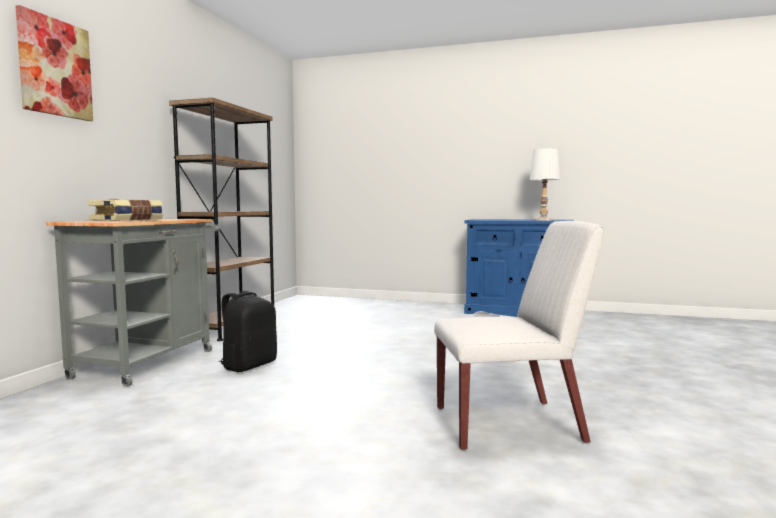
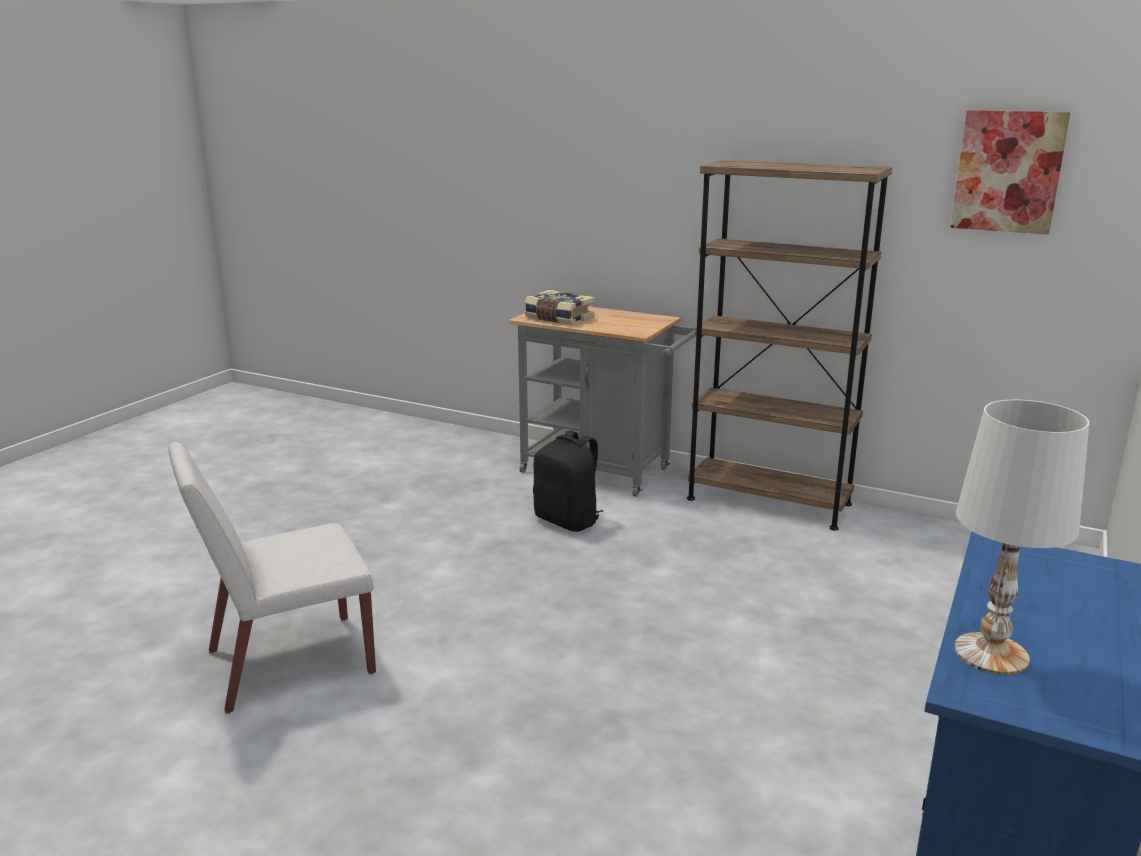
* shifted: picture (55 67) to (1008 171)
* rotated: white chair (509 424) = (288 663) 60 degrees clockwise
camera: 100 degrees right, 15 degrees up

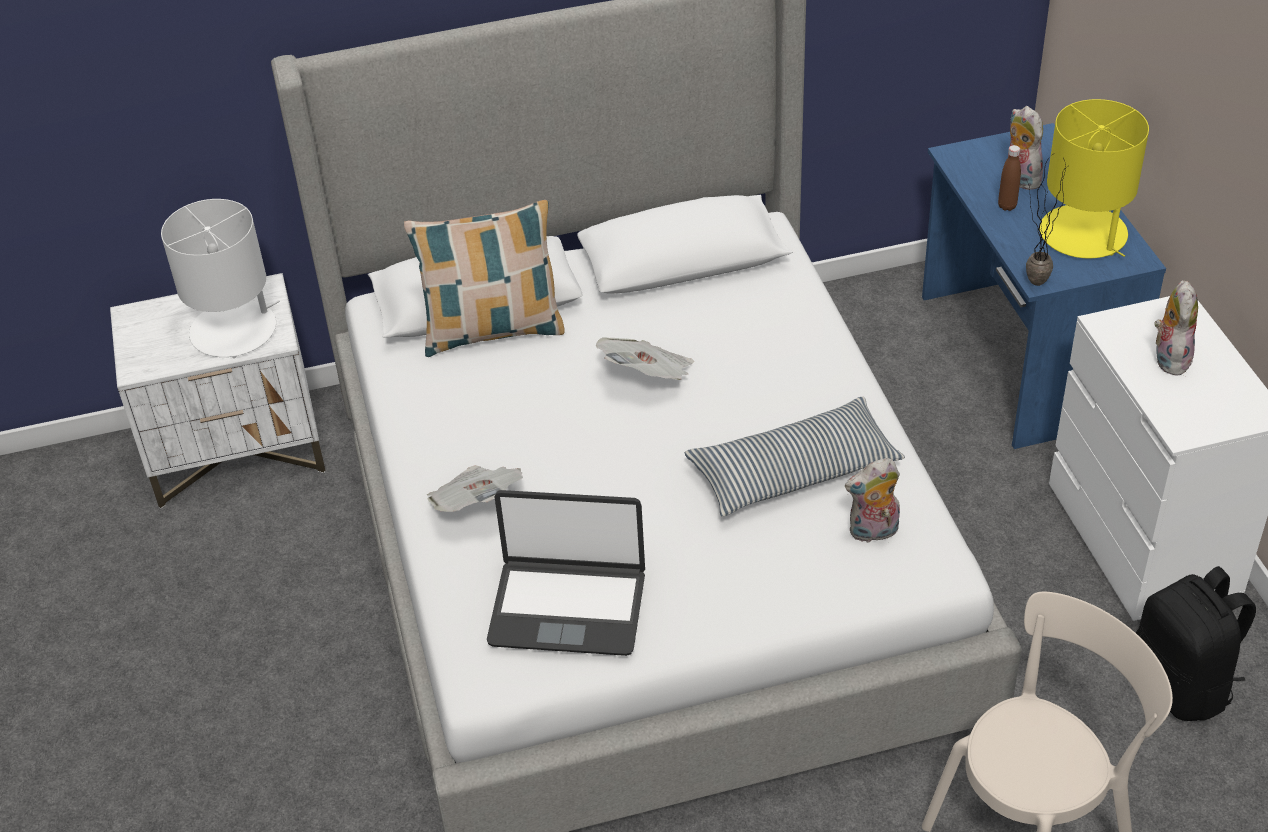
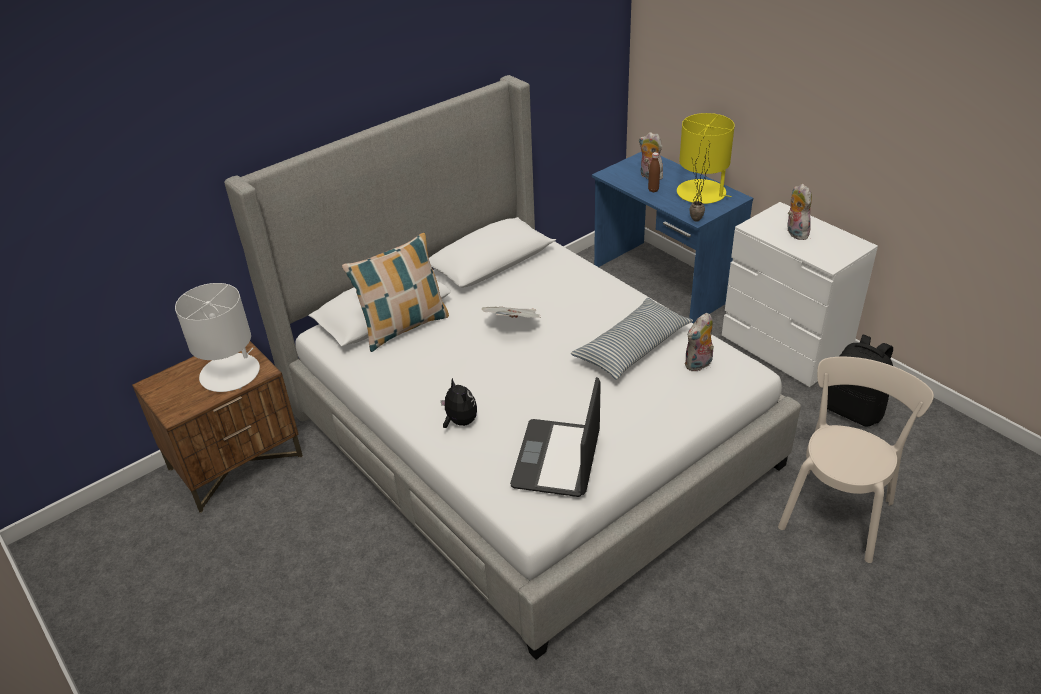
* repainted: white bedside table (238 451) to brown-coloured bedside table (236 462)
* swapped: printed paper (477 504) to cuddly toy (459 421)
* rotated: laptop (568 607) = (557 459) 120 degrees clockwise
camera: 25 degrees left, 5 degrees down

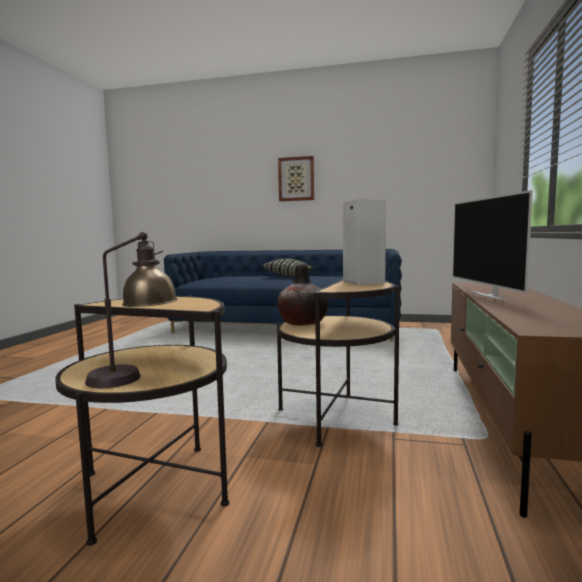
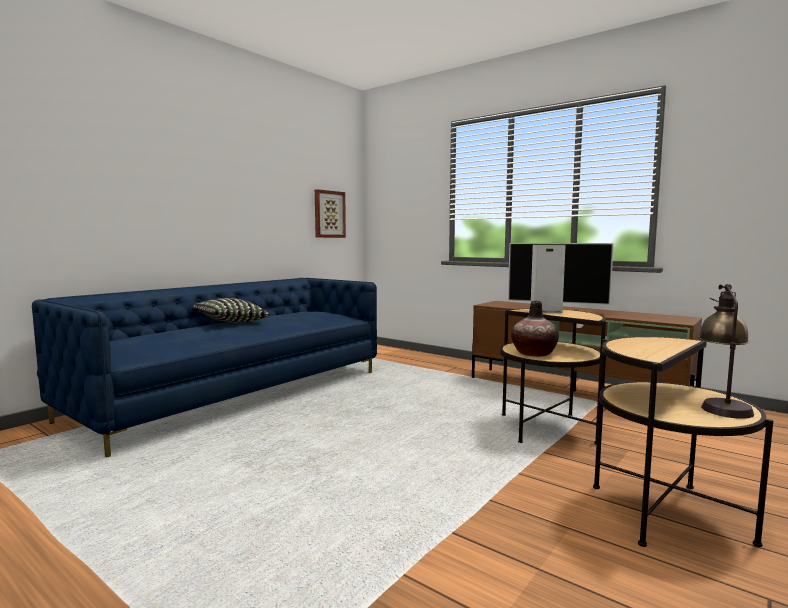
* shifted: picture (296 179) to (329 214)
camera: 65 degrees left, 0 degrees up

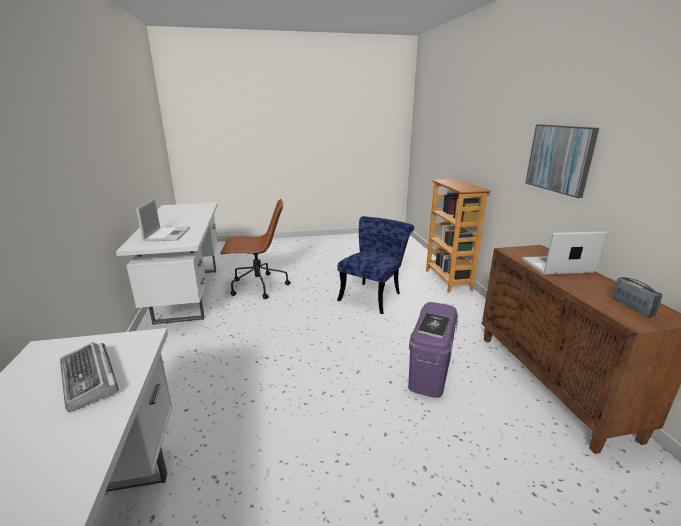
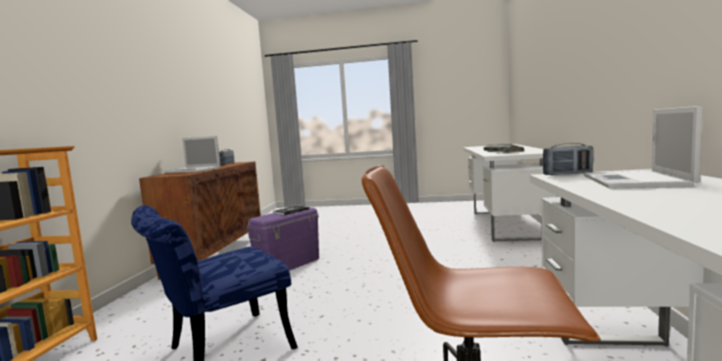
* gone: picture (560 158)
* new: radio receiver (567 174)
camera: 160 degrees left, 15 degrees down

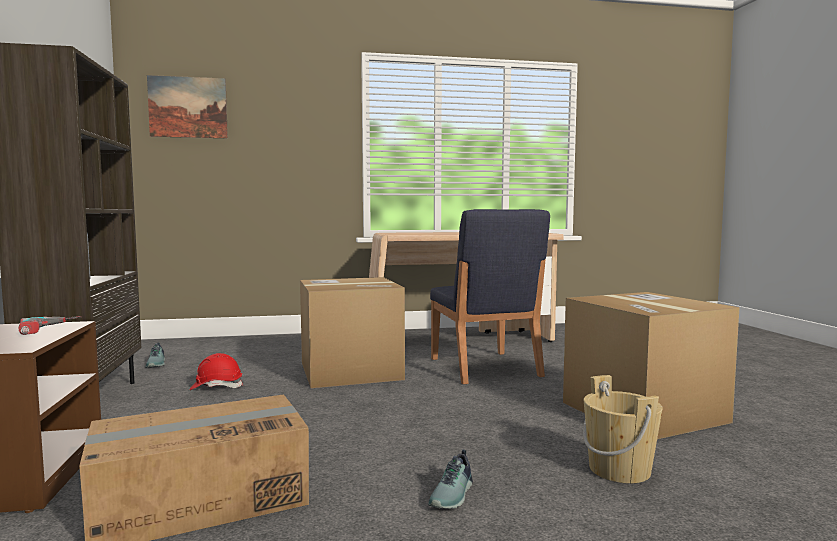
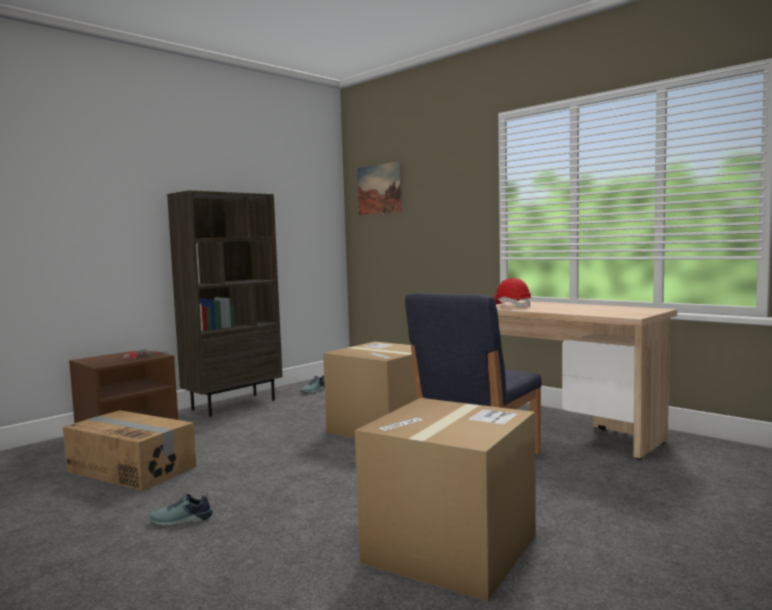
* shifted: red safety helmet (216 387) to (511 306)
* gone: sand-coloured bucket (619 469)
camera: 55 degrees right, 0 degrees up

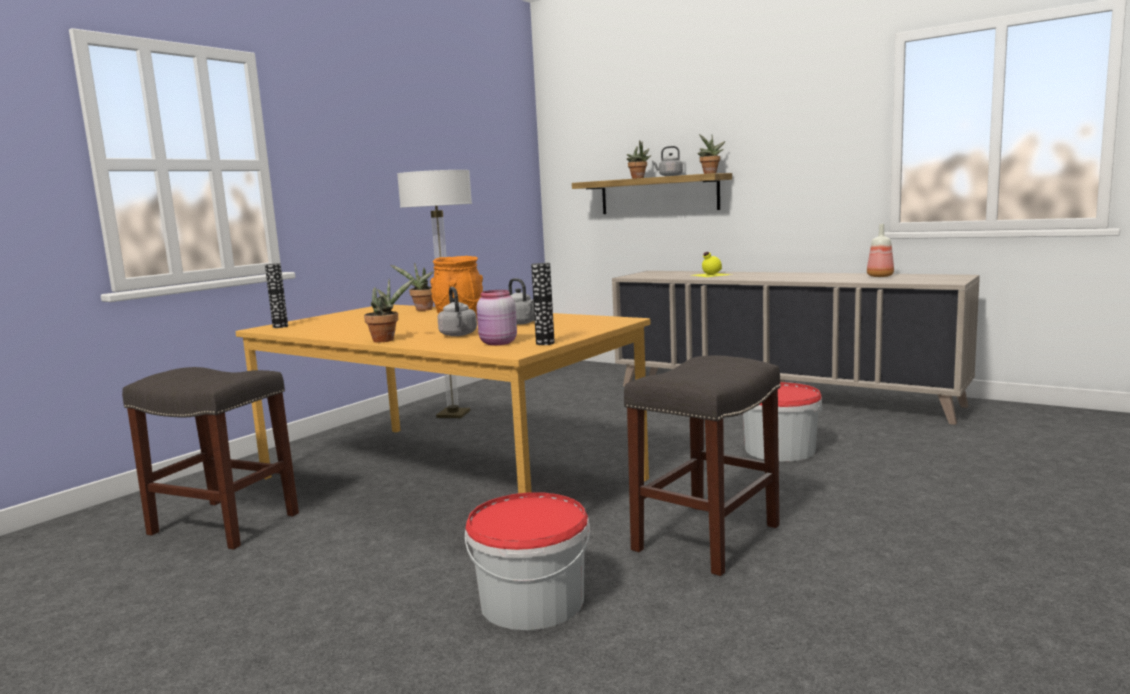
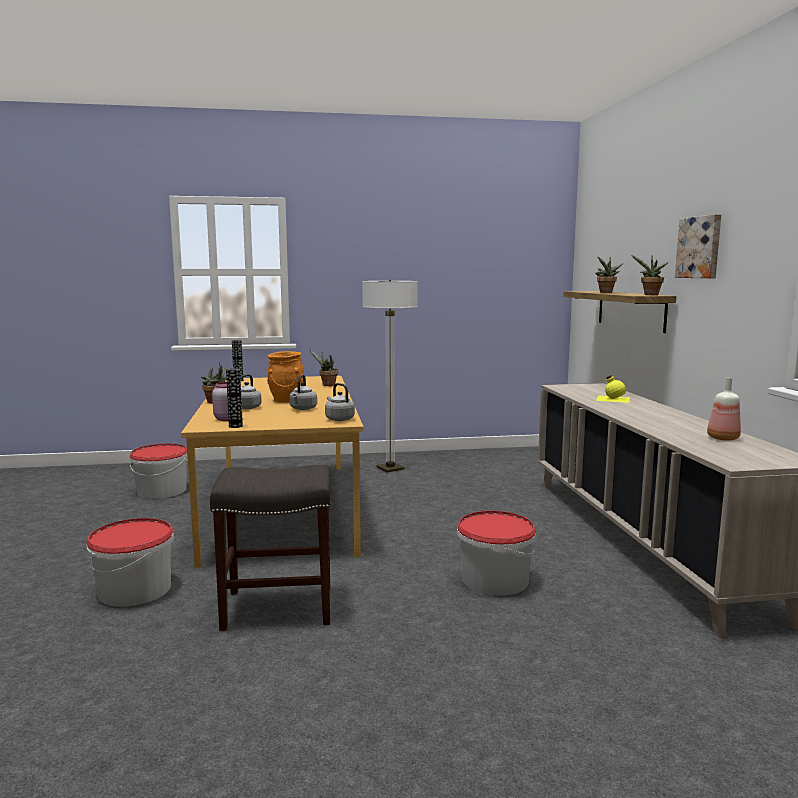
* shifted: greyish water kettle (669 176) to (338 419)
* swapped: greyish stool seat (222 524) to bucket (161 490)
* new: picture (700 247)
camera: 45 degrees right, 0 degrees up

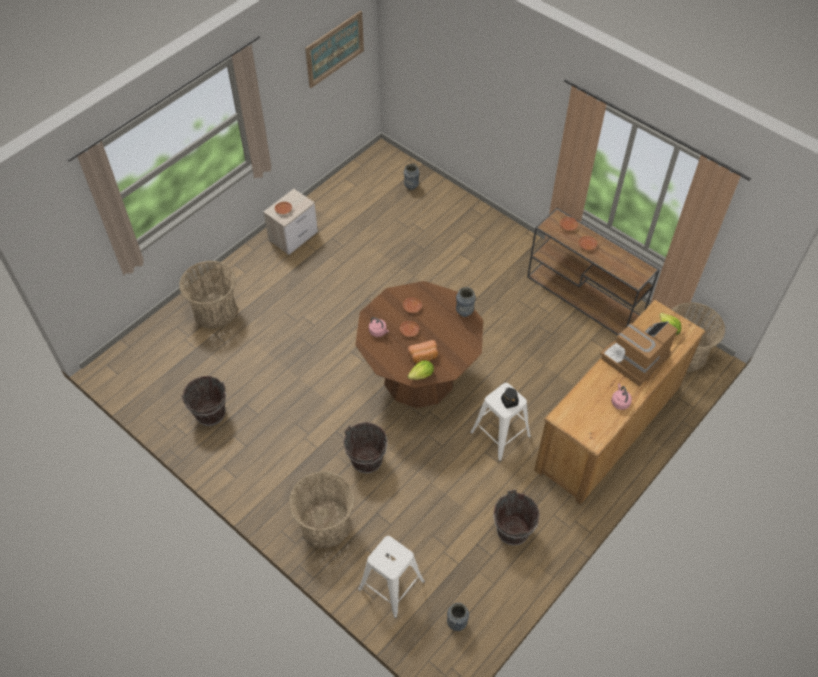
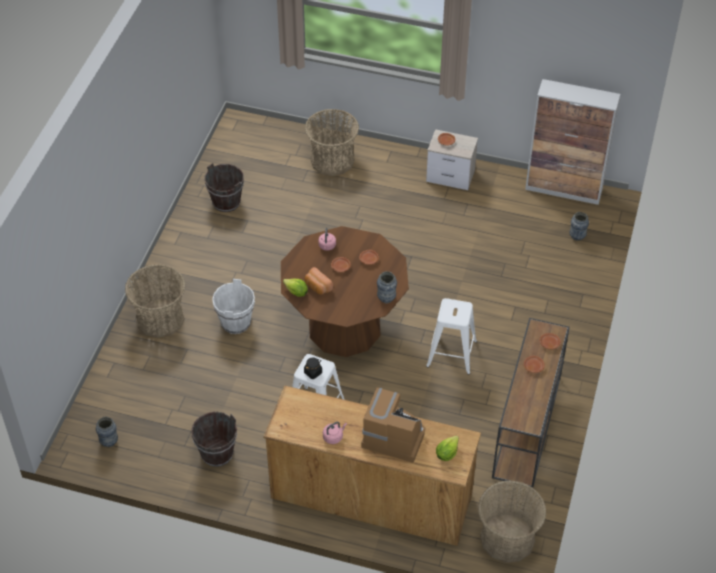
* gone: picture (334 49)
* repainted: brown-coloured bucket (367 460) to white bucket (236 323)
* shifted: white stool seat (392 585) to (452 354)
* new: storage cabinet (564 189)
camera: 65 degrees right, 5 degrees down

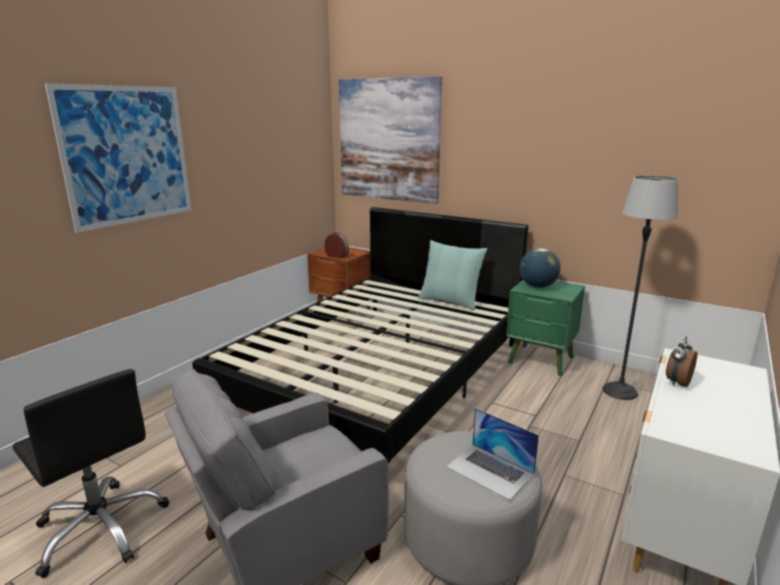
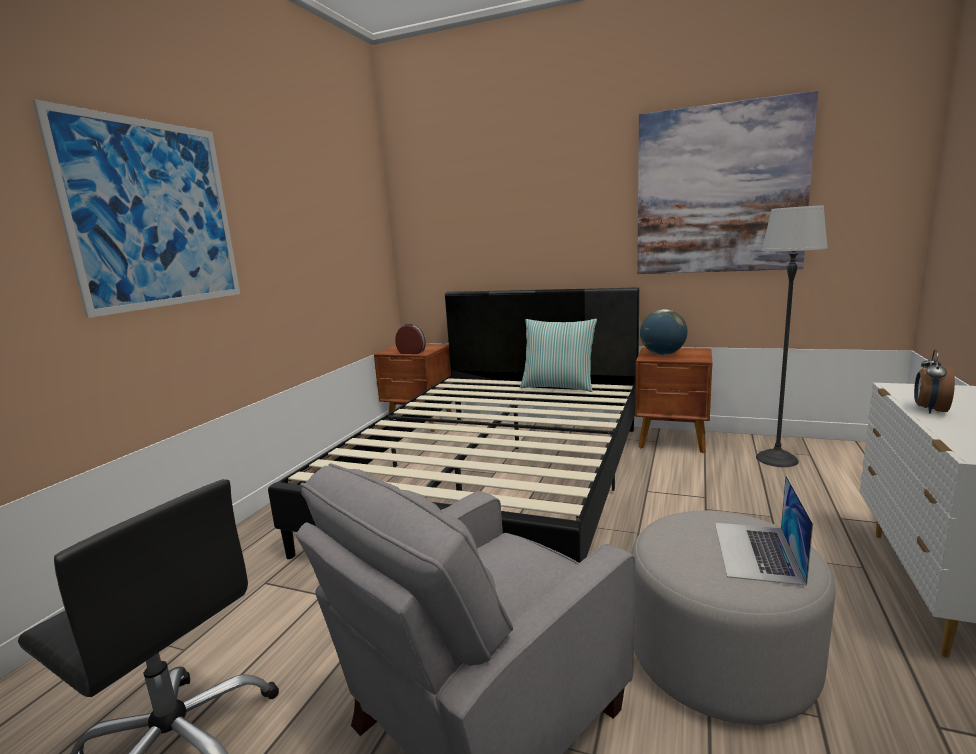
* shifted: picture (389 140) to (719 190)
* repainted: greenish bedside table (541 360) to brown-coloured bedside table (673 441)
* rotated: laptop (490 470) = (757 551) 75 degrees clockwise
camera: 10 degrees left, 5 degrees down

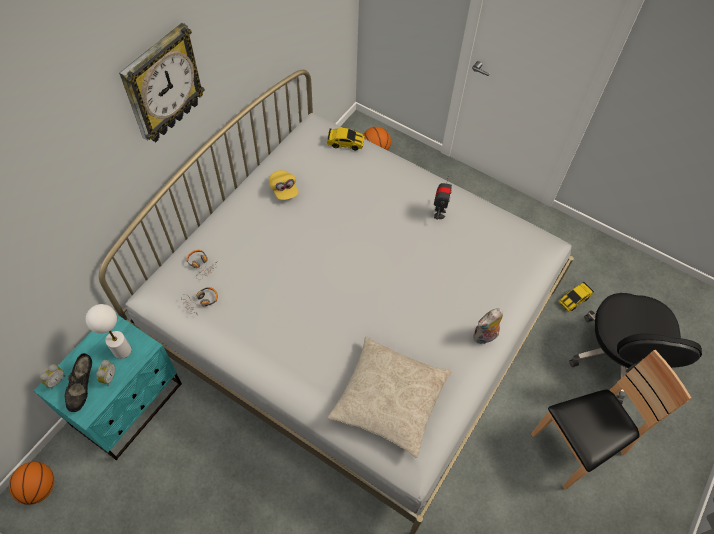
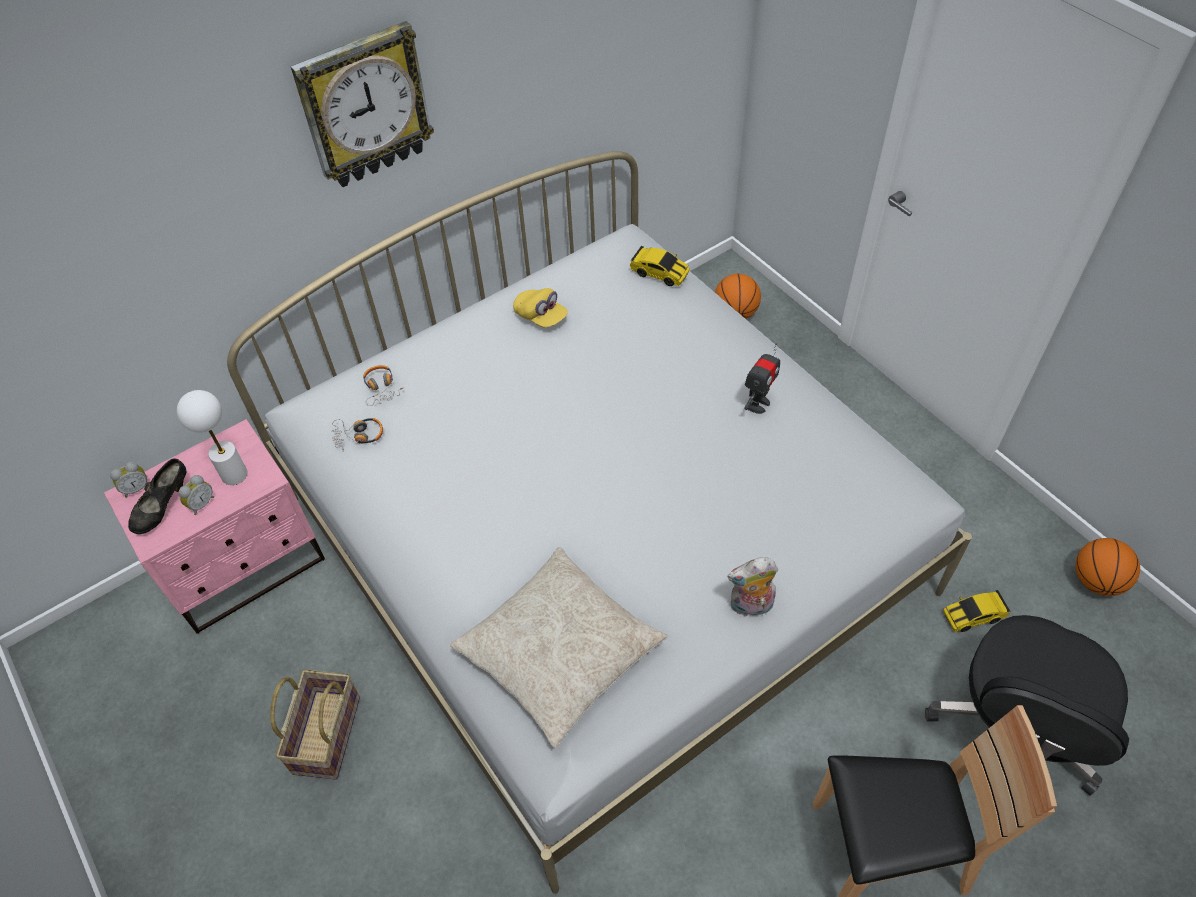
* rotated: yellow cap (284 190) = (541 316) 45 degrees counterclockwise
* repainted: blue-green bedside table (129 405) to pink bedside table (246 566)
* shifted: basketball ball (39 487) to (1096 581)
* new: basket (325 734)
camera: 25 degrees right, 5 degrees down

